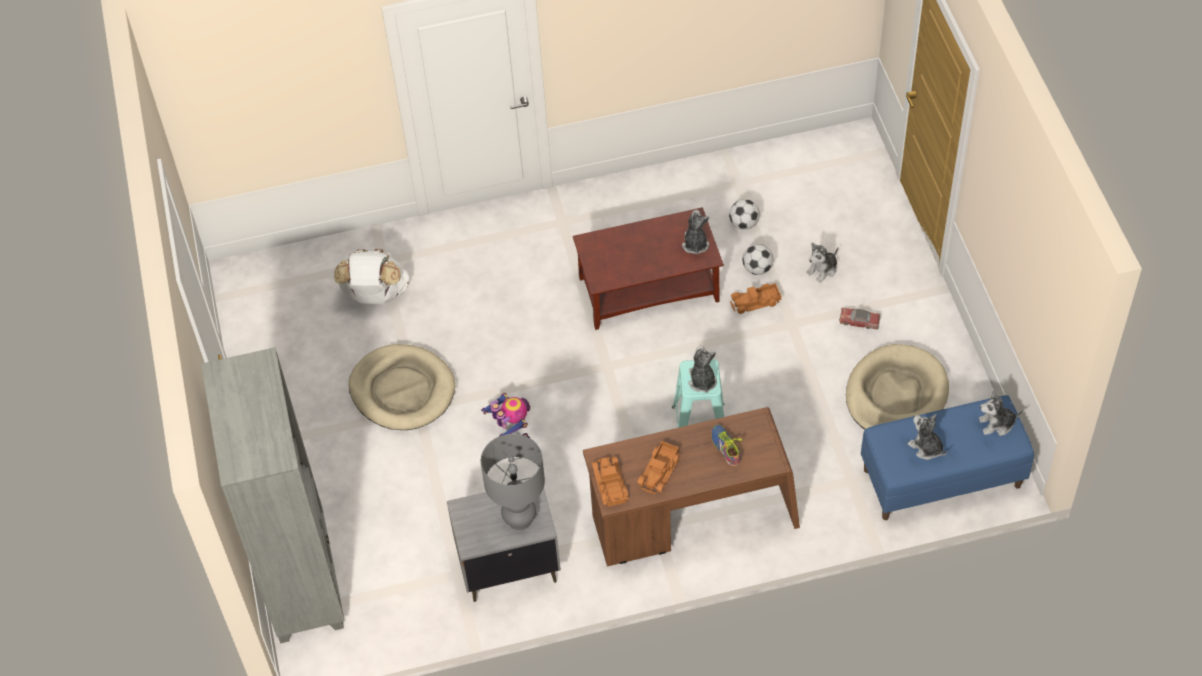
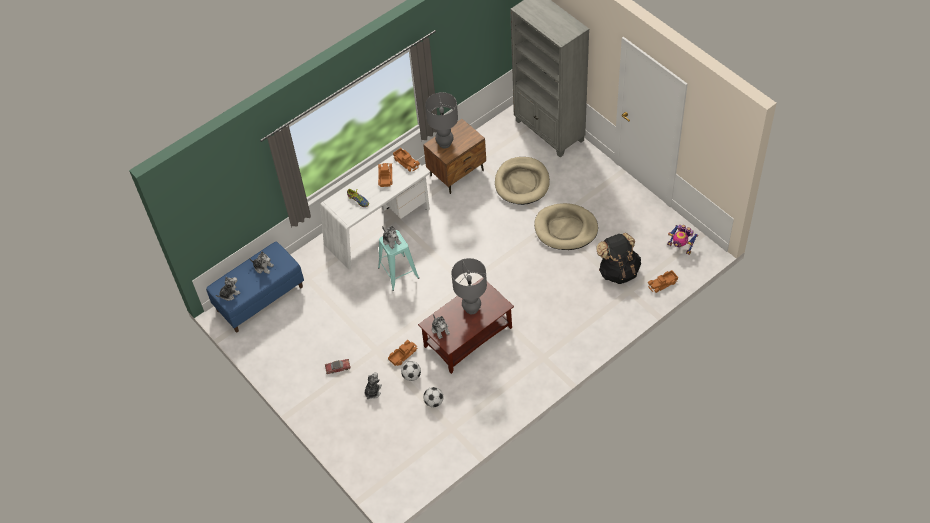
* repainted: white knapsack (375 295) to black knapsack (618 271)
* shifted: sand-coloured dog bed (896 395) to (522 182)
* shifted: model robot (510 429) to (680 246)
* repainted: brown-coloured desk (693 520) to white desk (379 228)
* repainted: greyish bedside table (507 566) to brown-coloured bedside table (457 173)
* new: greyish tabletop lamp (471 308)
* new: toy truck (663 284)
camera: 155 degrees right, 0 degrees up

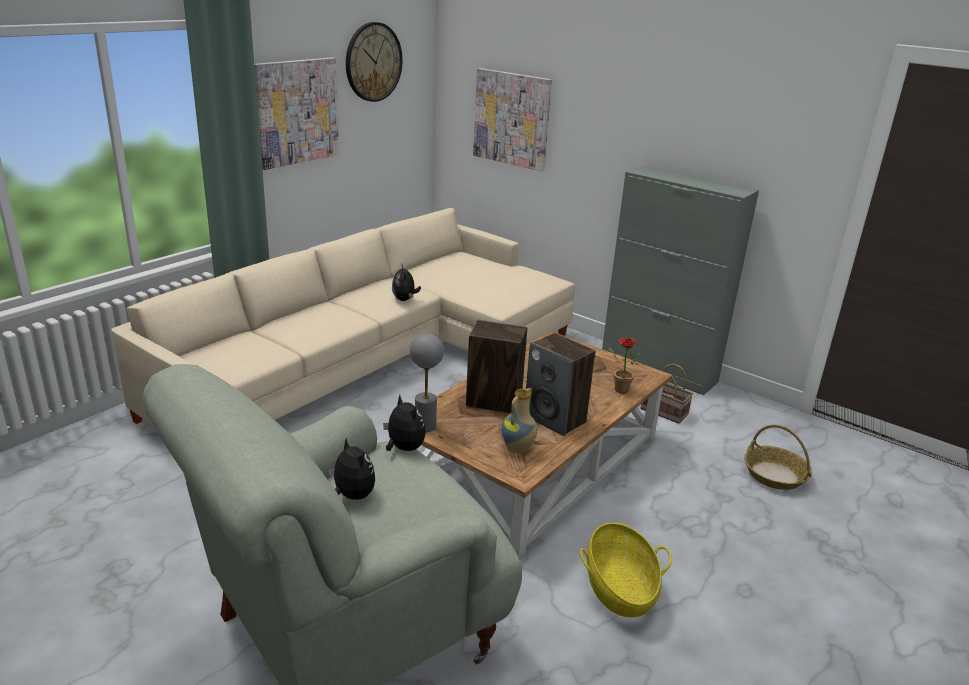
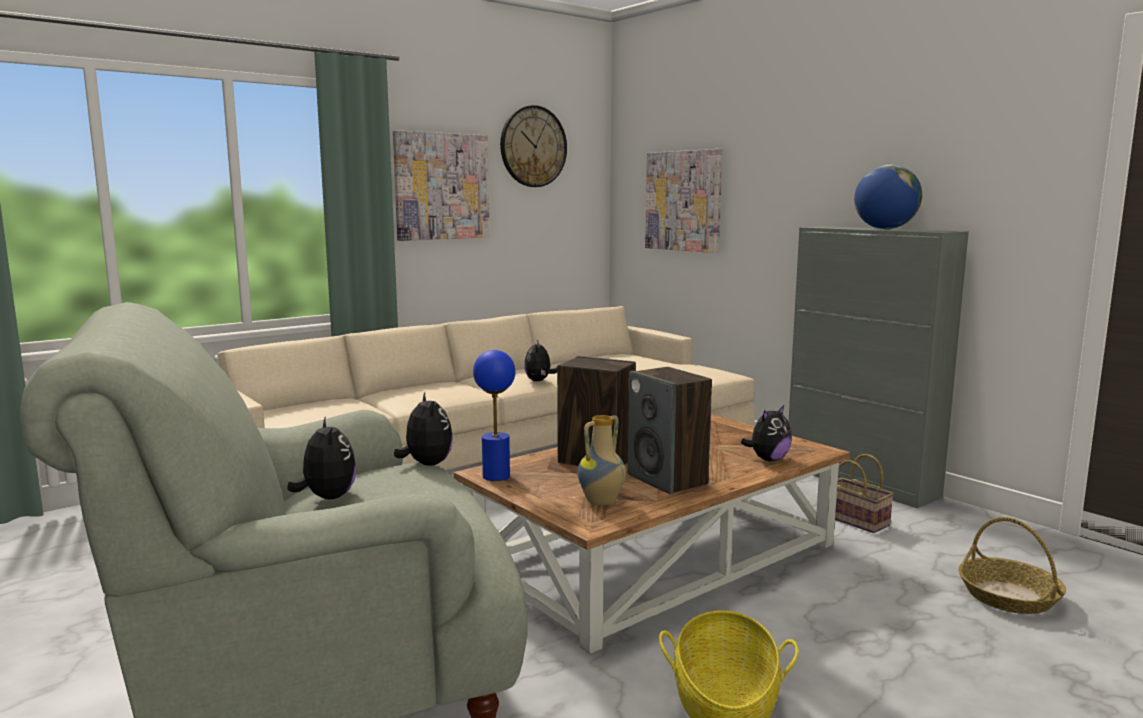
* repainted: greyish tabletop lamp (425 426) to blue-coloured tabletop lamp (496 476)
* swapped: potted plant (618 389) to cuddly toy (768 459)
* new: globe (885 229)
camera: 15 degrees right, 15 degrees down

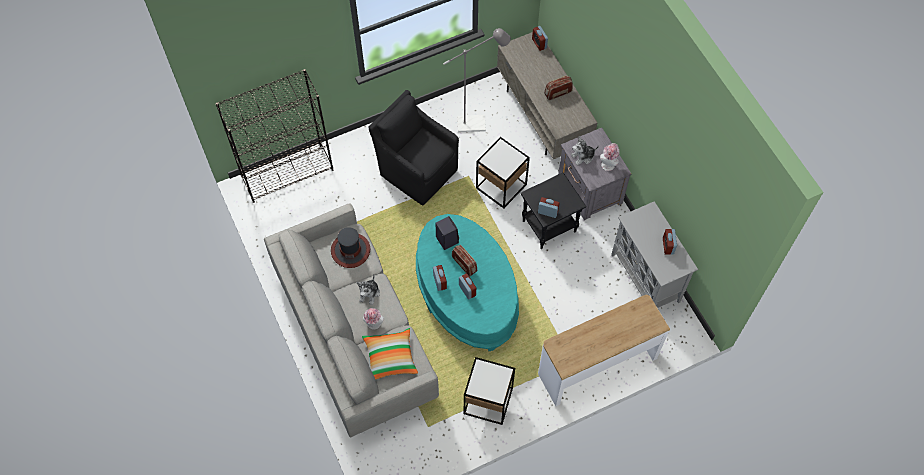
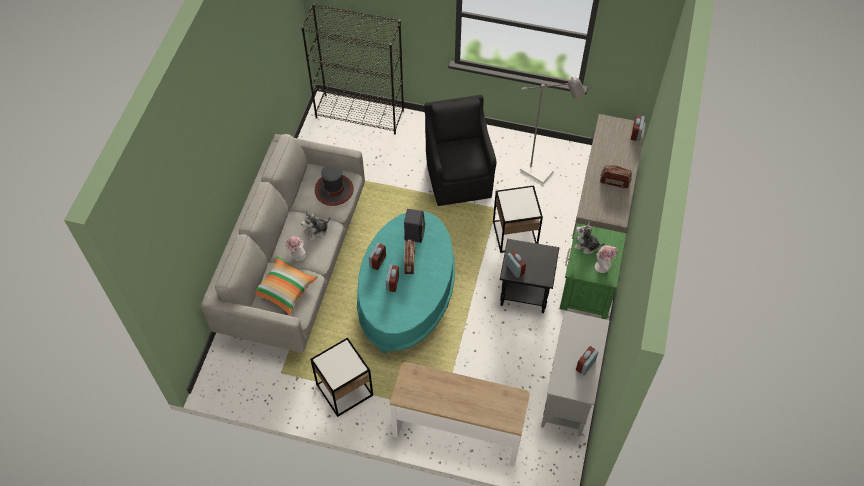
* repainted: greyish bedside table (589 191) to greenish bedside table (586 289)
camera: 40 degrees right, 5 degrees down

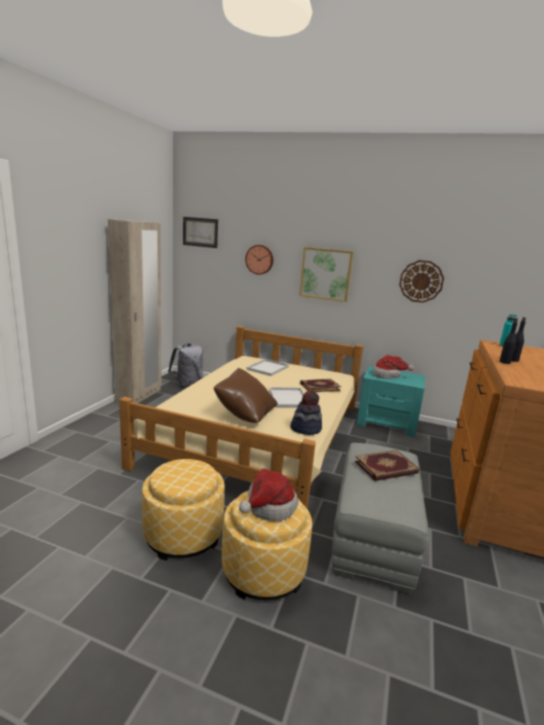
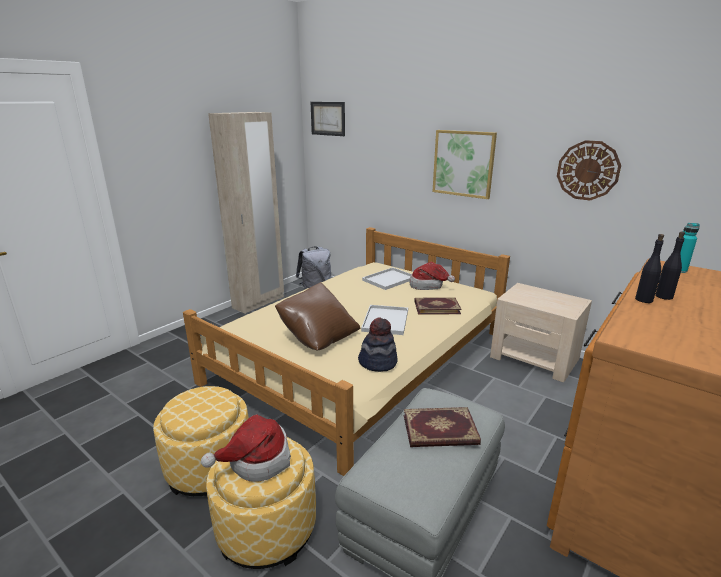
* gone: hanging clock (259 259)
* shifted: hat (388 375) to (429 285)
* repainted: blue-green bedside table (387 422) to sand-coloured bedside table (535 358)
camera: 20 degrees right, 5 degrees up

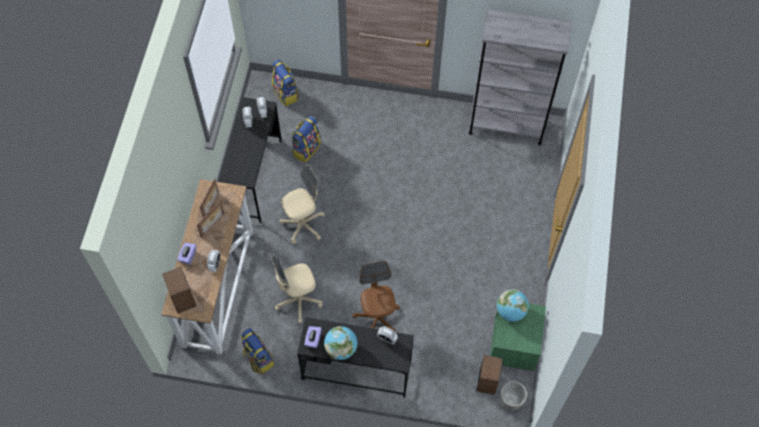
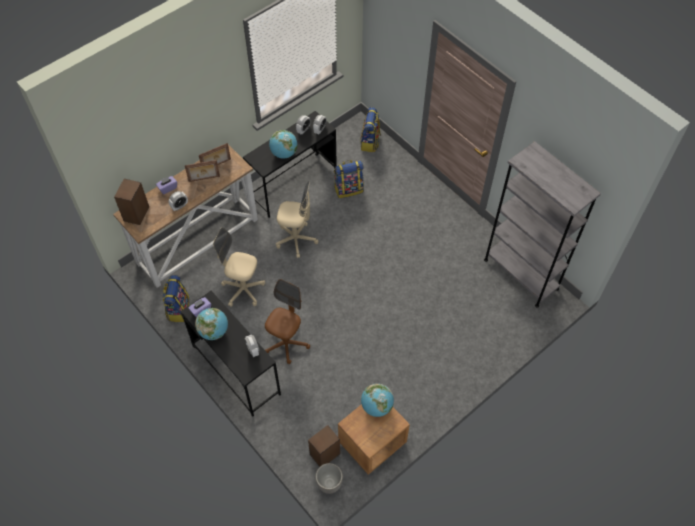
* repainted: greenish bedside table (514 344) to brown-coloured bedside table (372 443)
* new: globe (284 153)
camera: 40 degrees right, 5 degrees down

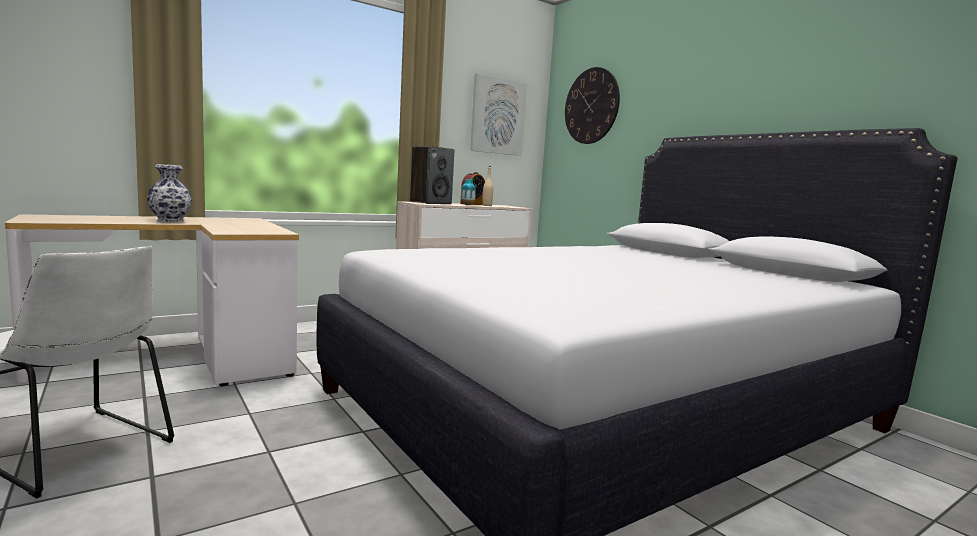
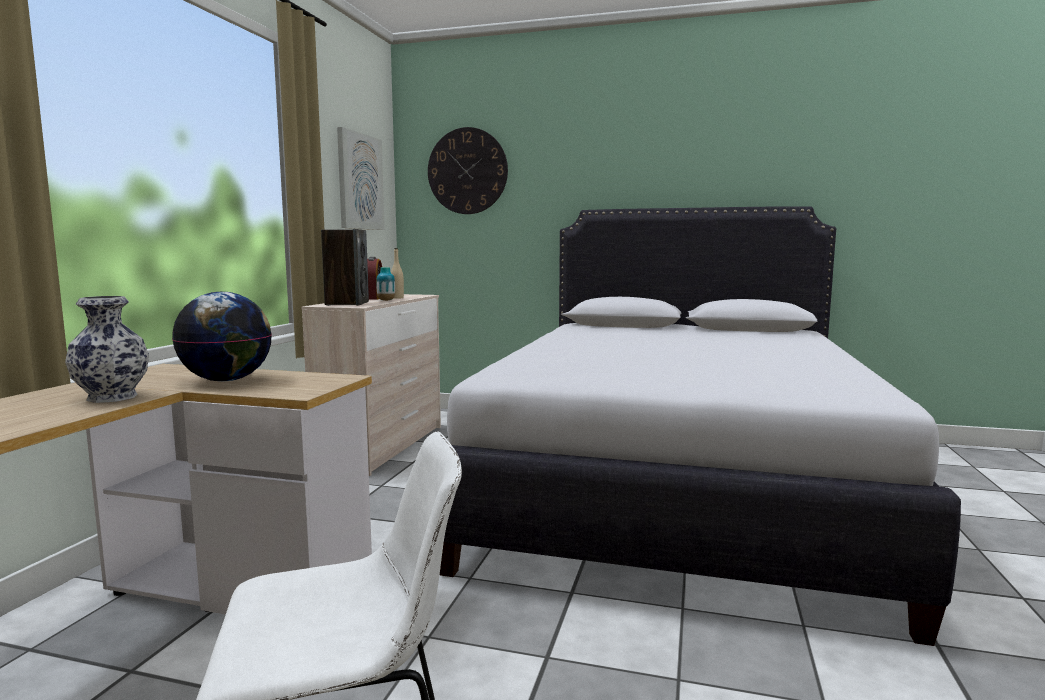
* new: globe (227 380)
camera: 40 degrees left, 0 degrees up

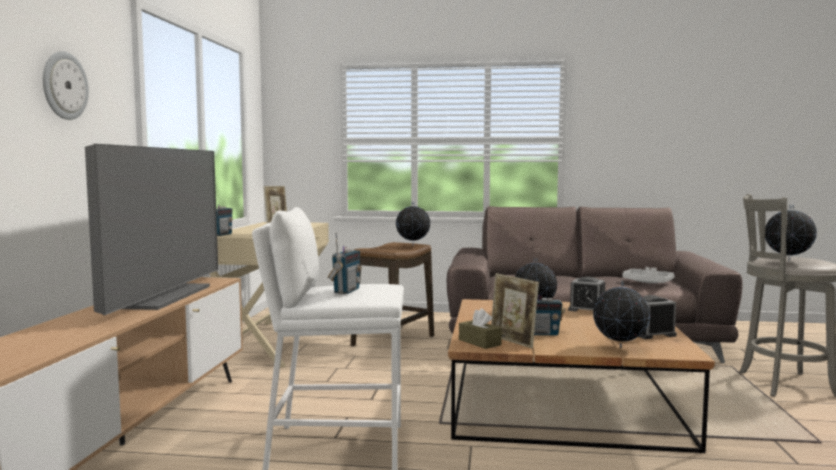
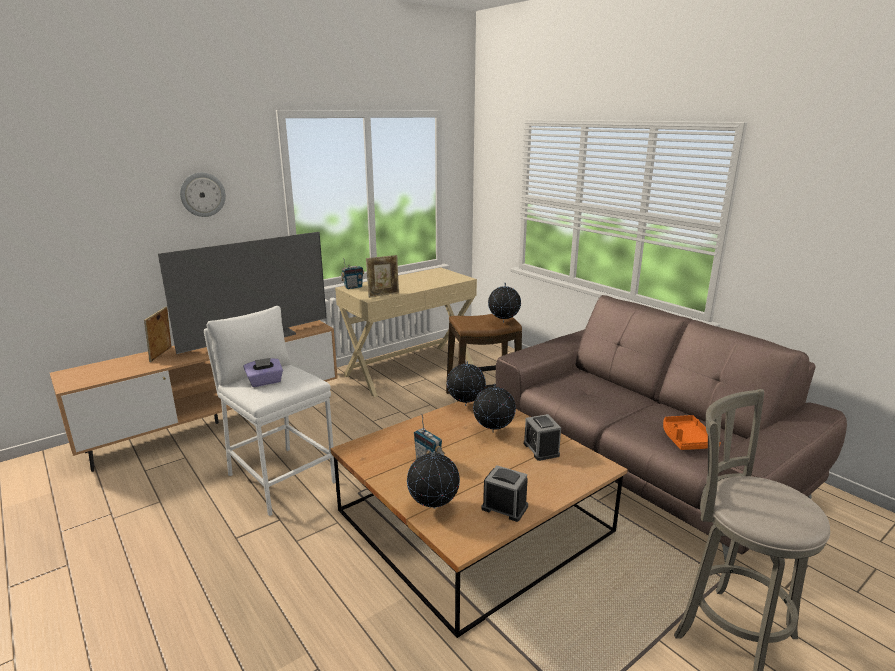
* shifted: globe (788 261) to (465 405)
* swapped: radio receiver (346 291) to purple tissue box (265 382)
* repainted: greyish tray (647 282) to orange-coloured tray (686 439)
* shifted: photo frame (513 342) to (162 355)
* gone: brown-coloured tissue box (479 342)
camera: 45 degrees right, 15 degrees up

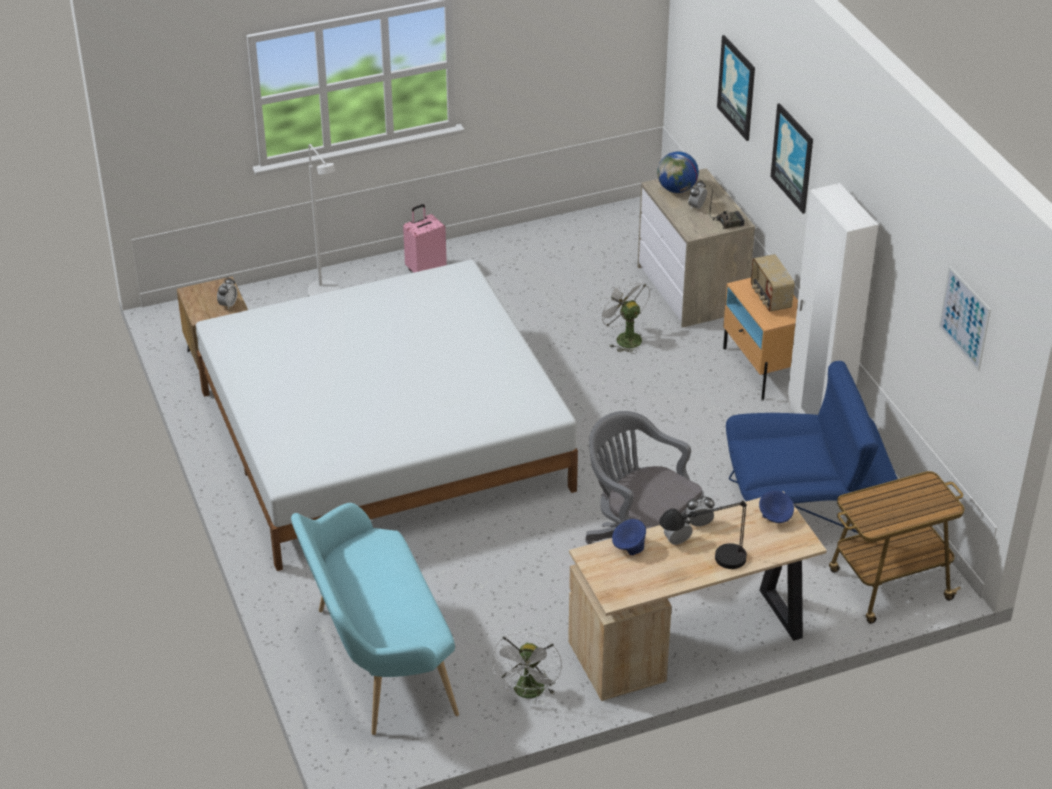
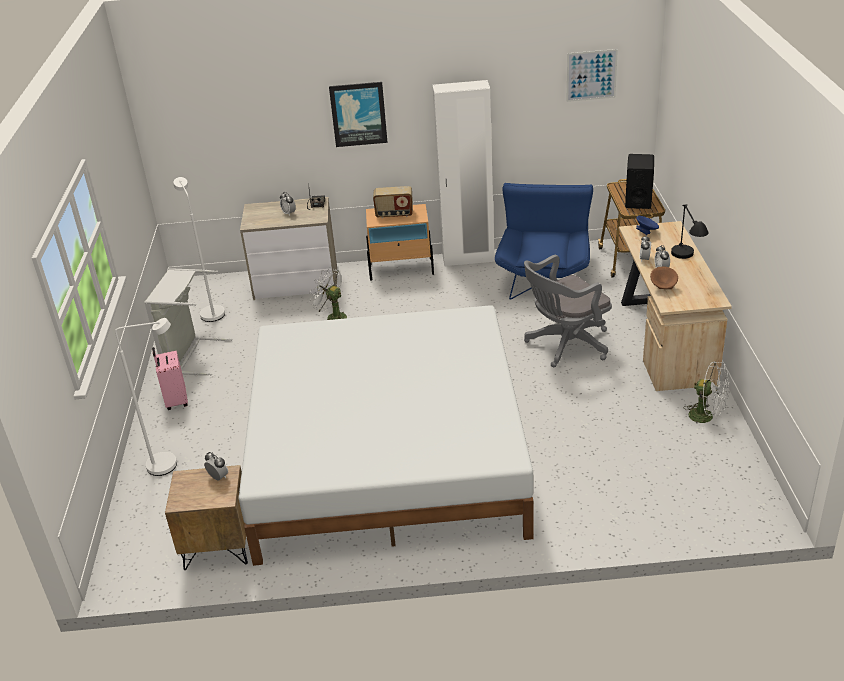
* gone: picture (737 87)
* gone: globe (677 189)
* rotated: white electric fan (624 338) = (332 318) 45 degrees clockwise
* gone: blue-green long seat (376 661)
* repainted: blue-coloured serving bowl (629 547) to brown-coloured serving bowl (663 288)
* new: black loudspeaker (638 200)
* new: white standing lamp (211 311)
* new: greyish washing basket (190 356)
camera: 70 degrees left, 5 degrees down

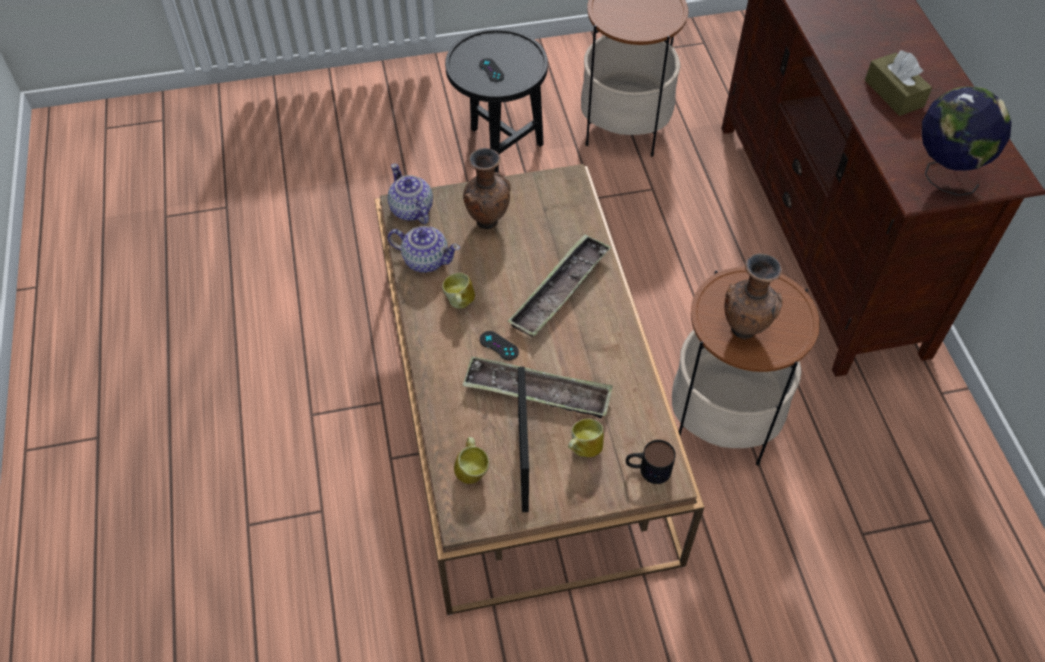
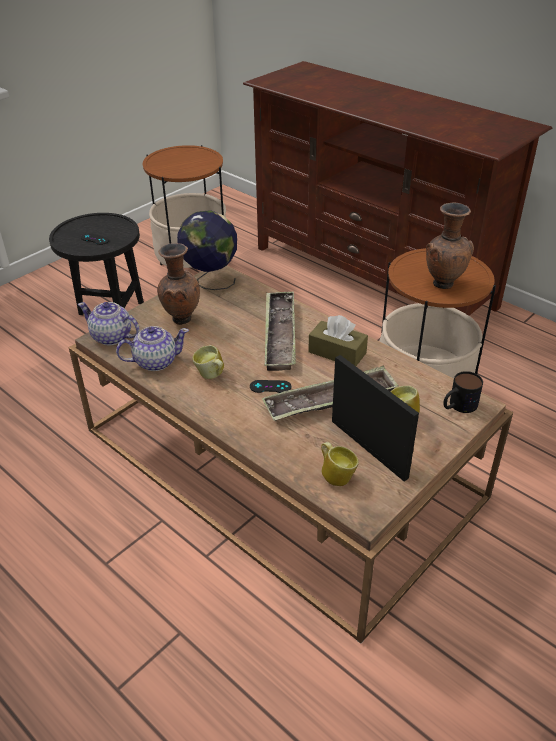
* shifted: brown-coloured tissue box (894 93) to (337 352)
* shifted: globe (944 174) to (210 281)
camera: 35 degrees left, 15 degrees down

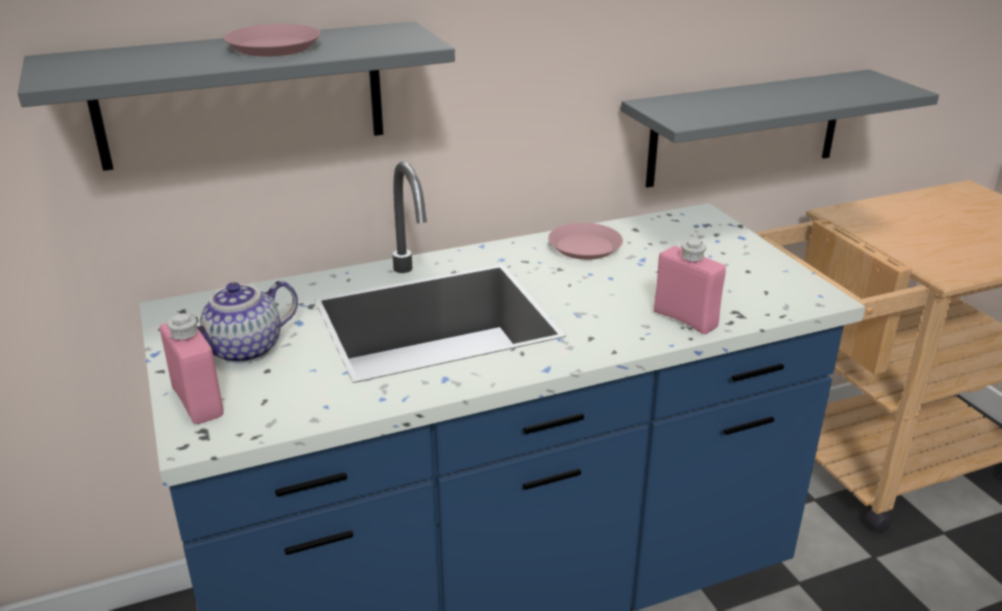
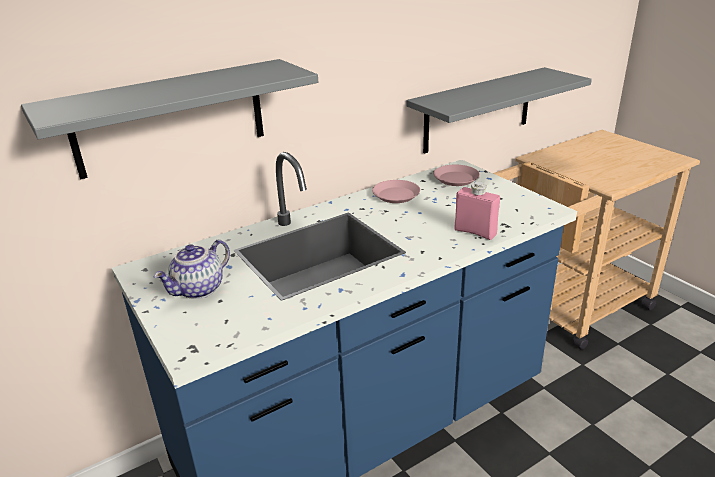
* shifted: pink plate (274 47) to (456 179)
* gone: pink beverage bottle (198 402)
camera: 10 degrees left, 0 degrees up

